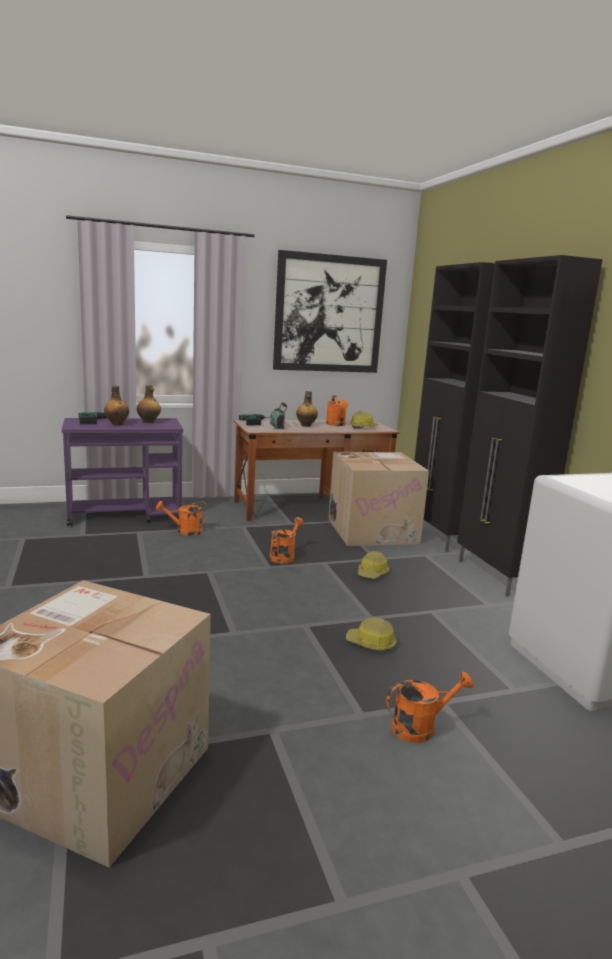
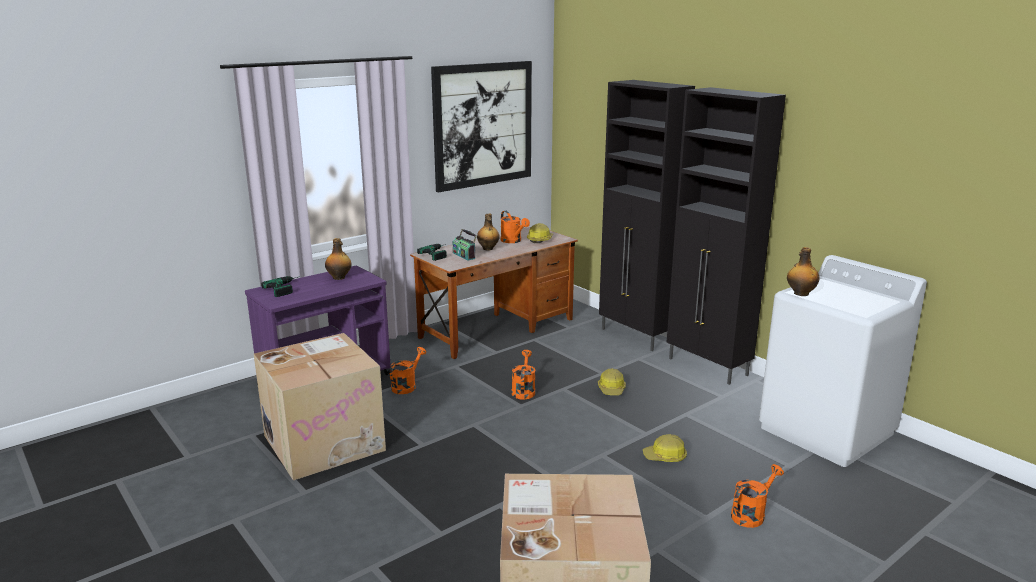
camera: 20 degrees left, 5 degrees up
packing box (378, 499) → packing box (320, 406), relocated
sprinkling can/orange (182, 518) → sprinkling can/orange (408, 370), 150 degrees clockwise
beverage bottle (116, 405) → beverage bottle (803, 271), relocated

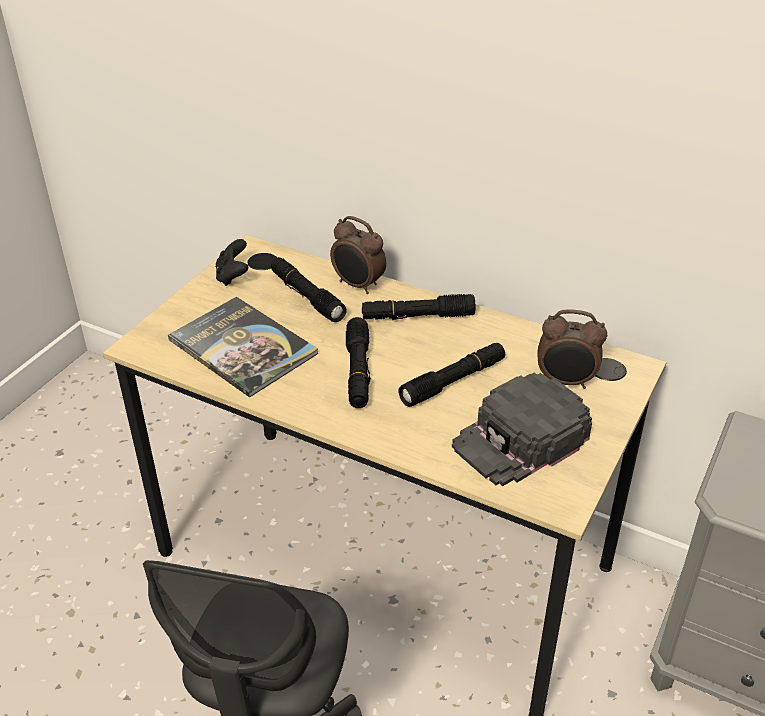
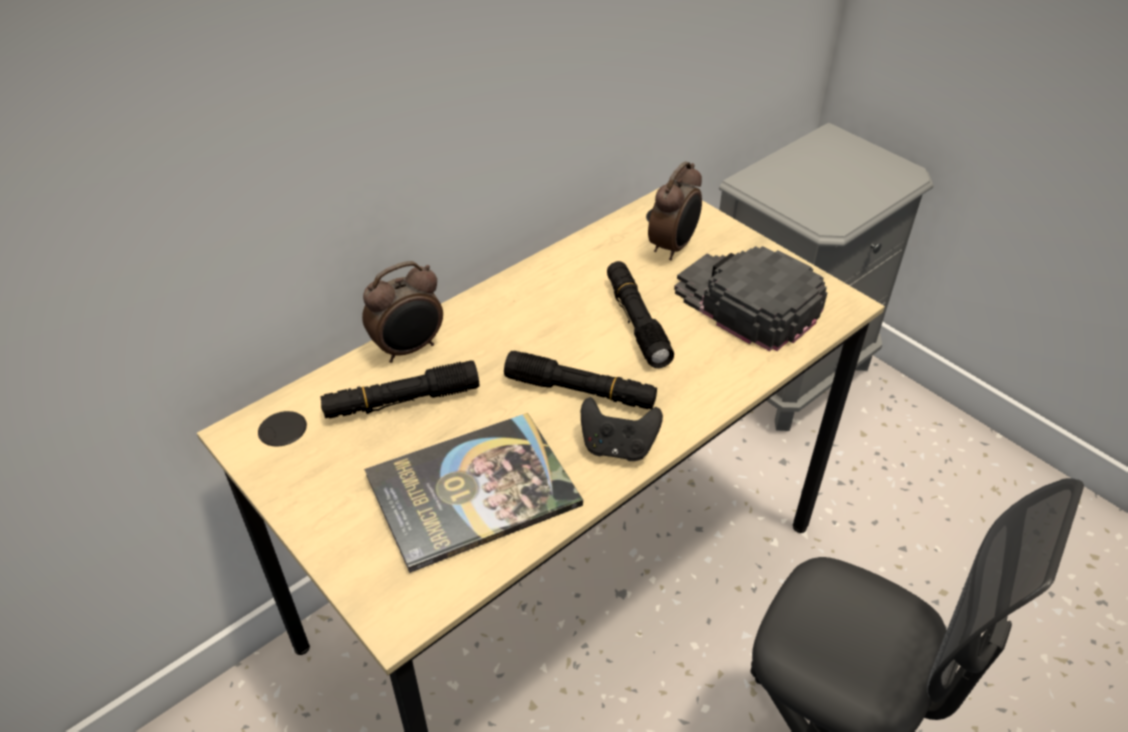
camera: 70 degrees left, 5 degrees up
joypad/black (232, 262) → joypad/black (622, 429), relocated
cap/black (522, 429) → cap/black (751, 298), 150 degrees clockwise
hand torch/black (419, 307) → -

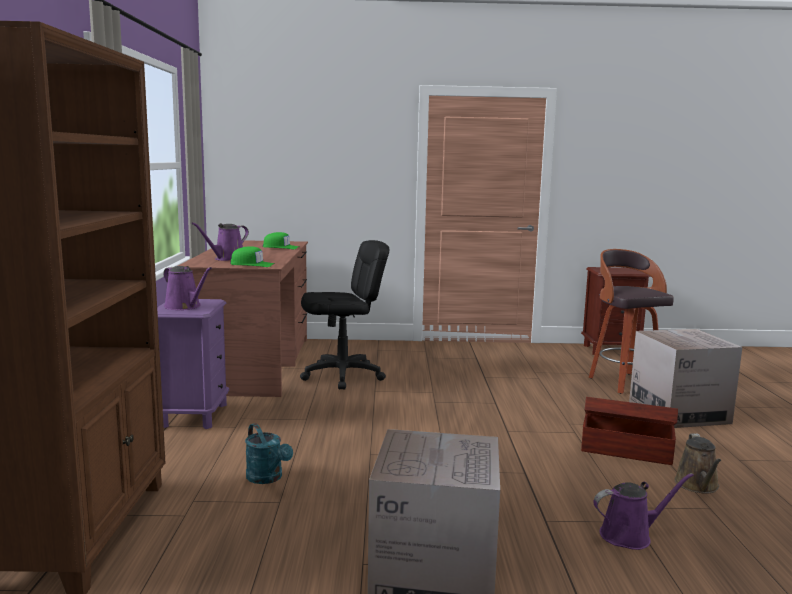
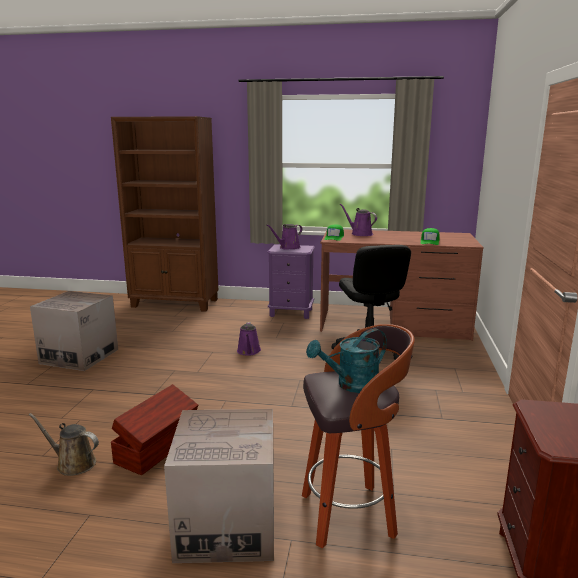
camera: 100 degrees right, 5 degrees up
sprinkling can/purple (643, 511) → sprinkling can/purple (249, 339), relocated
sprinkling can/turquoise-coloured (269, 453) → sprinkling can/turquoise-coloured (346, 361), relocated

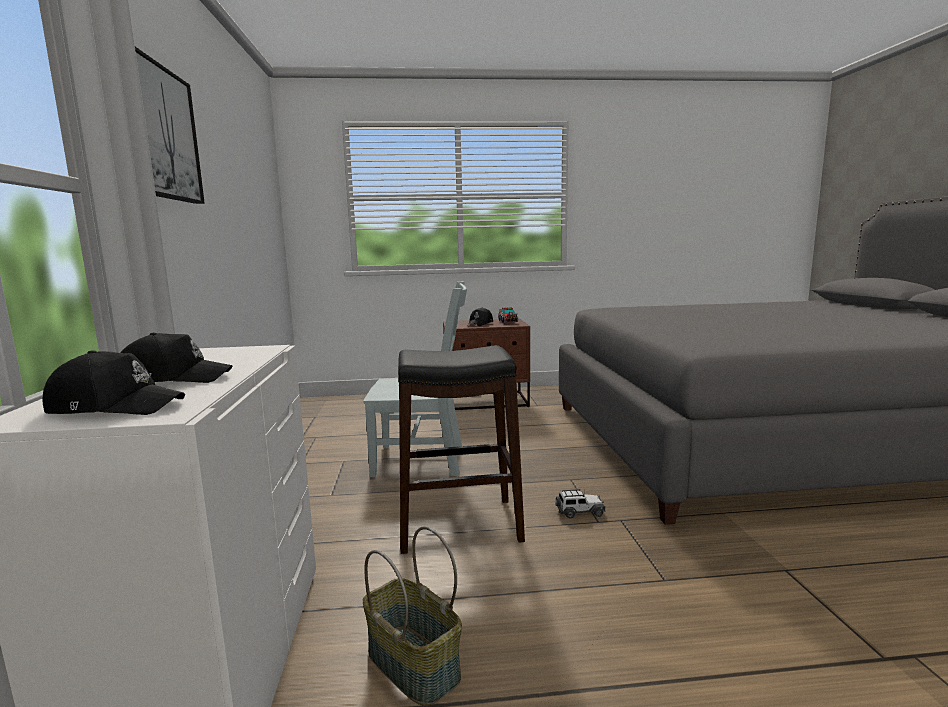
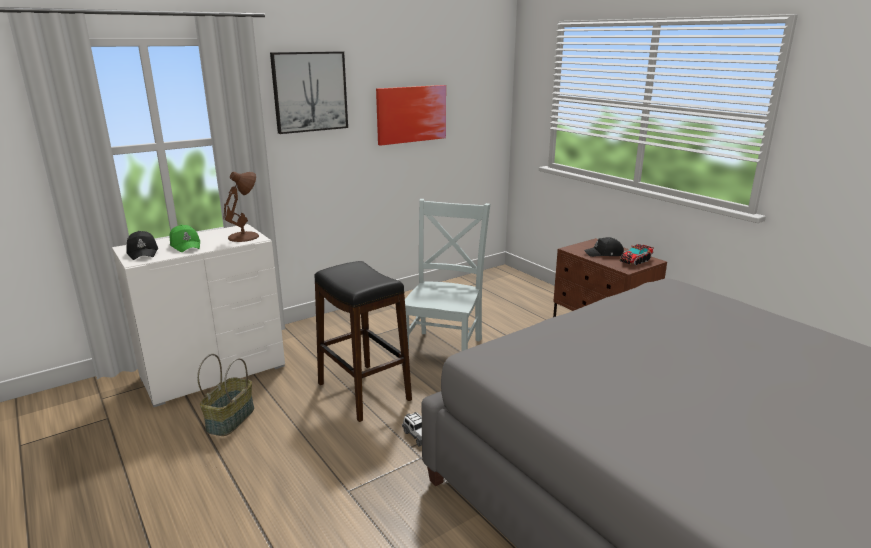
camera: 60 degrees right, 10 degrees up
cap/black (176, 358) → cap/greenish (185, 238)
- → tabletop lamp/brown (241, 207)
- → wall picture (411, 115)
upright chair/greyish (415, 379) → upright chair/greyish (447, 275), 135 degrees counterclockwise

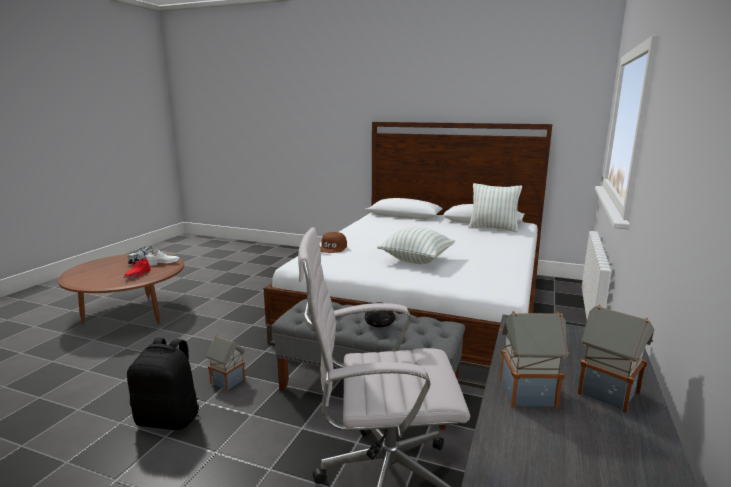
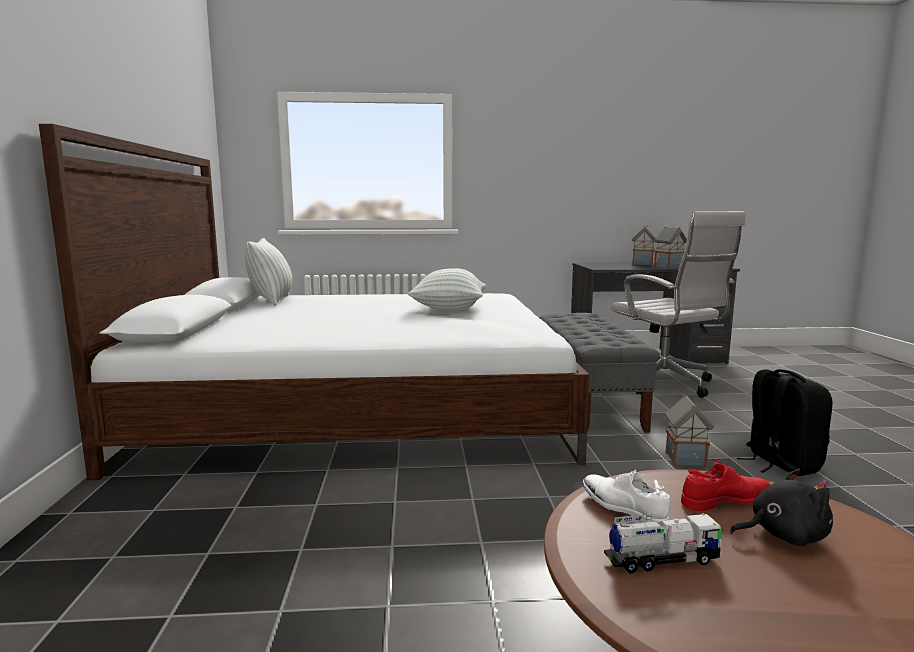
camera: 115 degrees left, 5 degrees down
cuddly toy/black (380, 314) → cuddly toy/black (781, 507), relocated
cap/brown (333, 242) → -

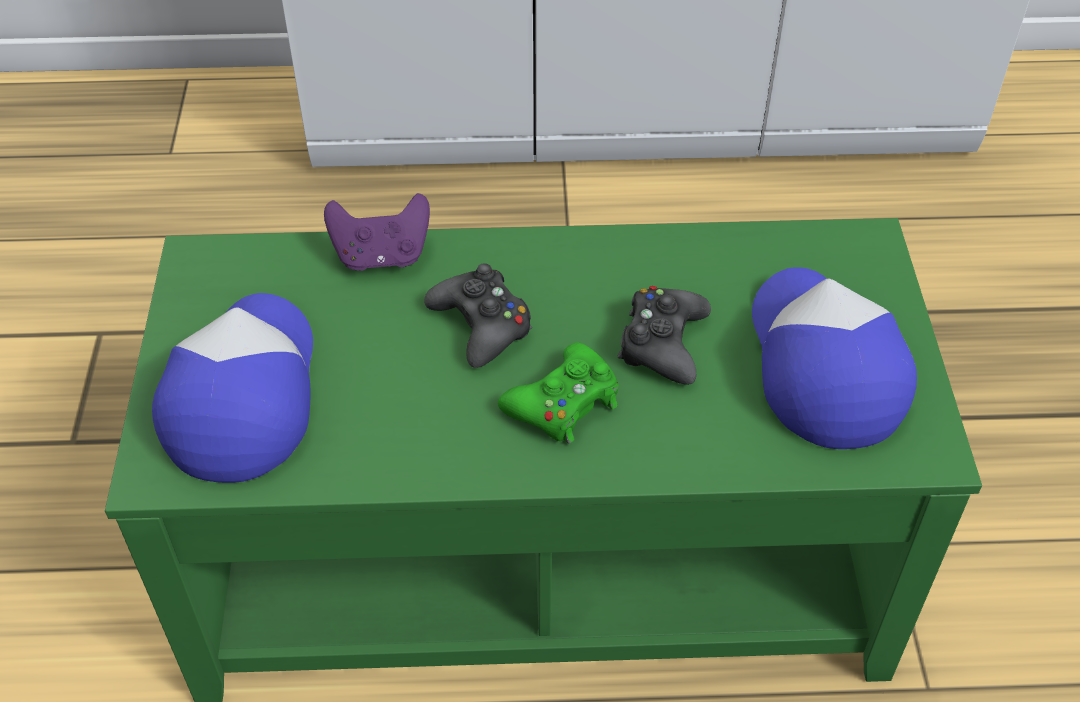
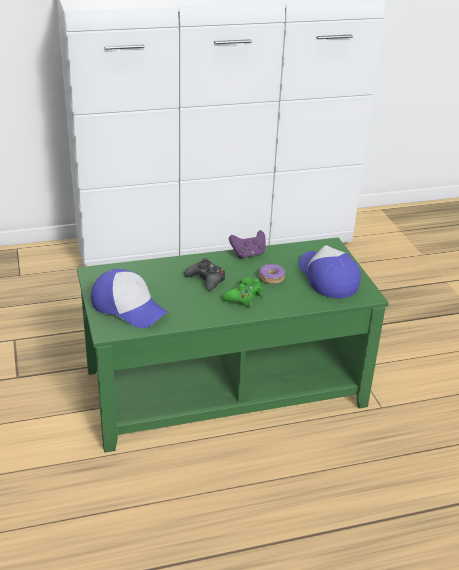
camera: 15 degrees left, 15 degrees down
cap (232, 388) → cap (130, 298), 135 degrees clockwise
joypad/purple (377, 232) → joypad/purple (247, 244), relocated
joypad/black (664, 335) → donut (272, 273)

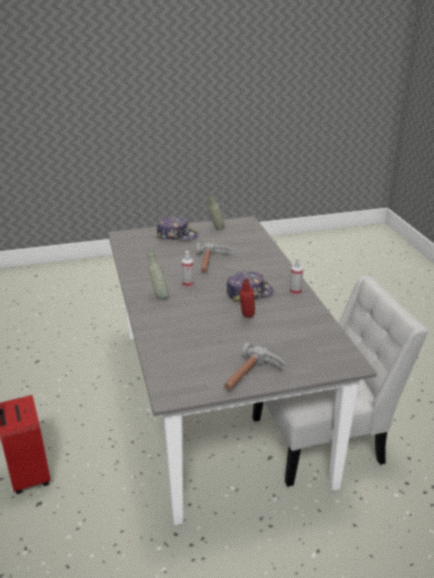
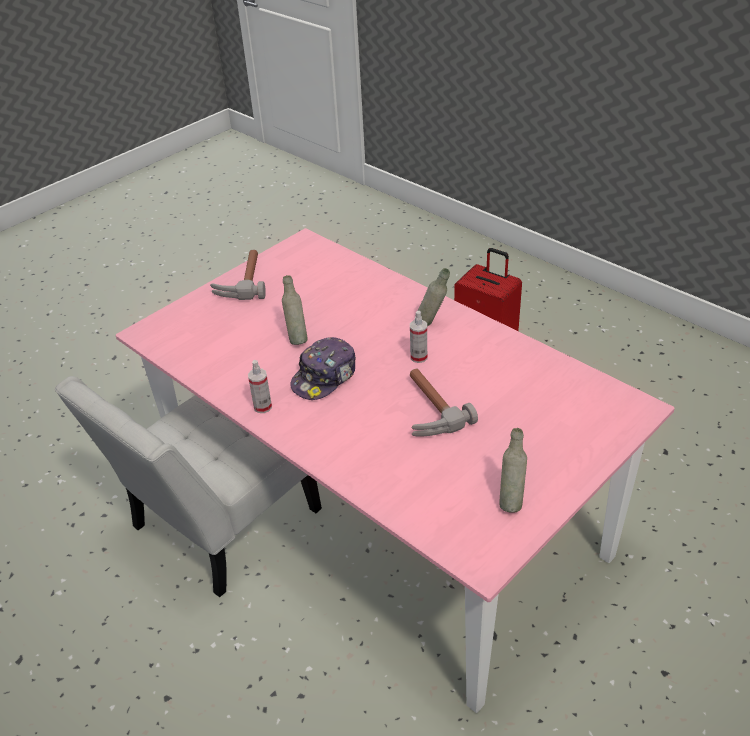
camera: 150 degrees right, 10 degrees up
dinner table/greyish (242, 370) → dinner table/pinkish (395, 470)
beverage bottle/red (247, 298) → beverage bottle/greyish (295, 310)
cap (177, 228) → -

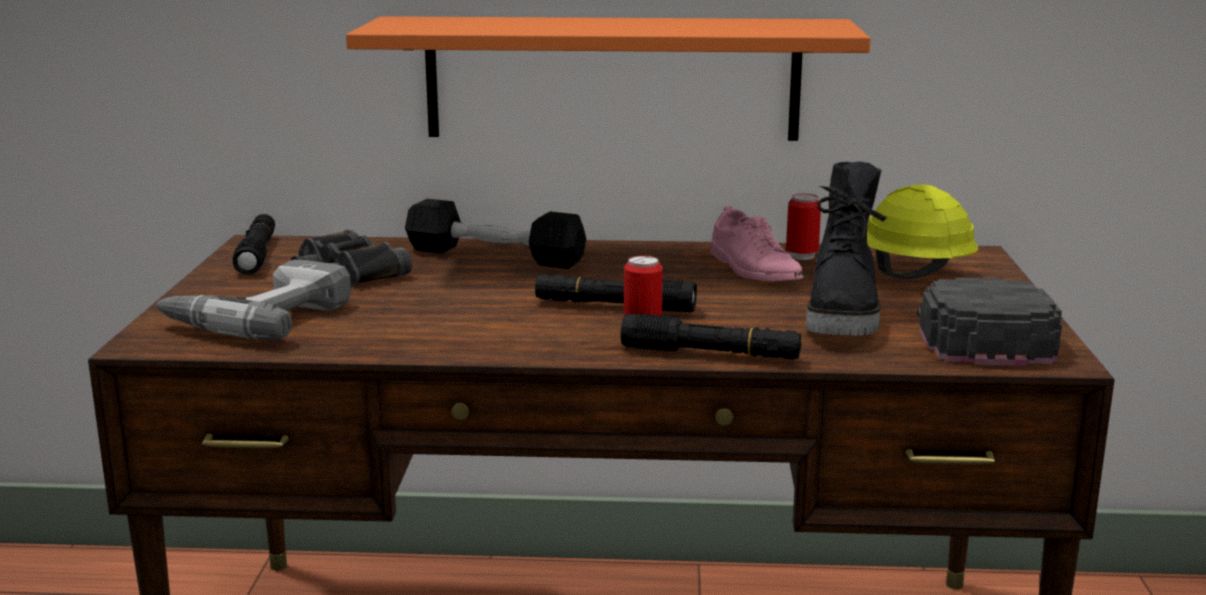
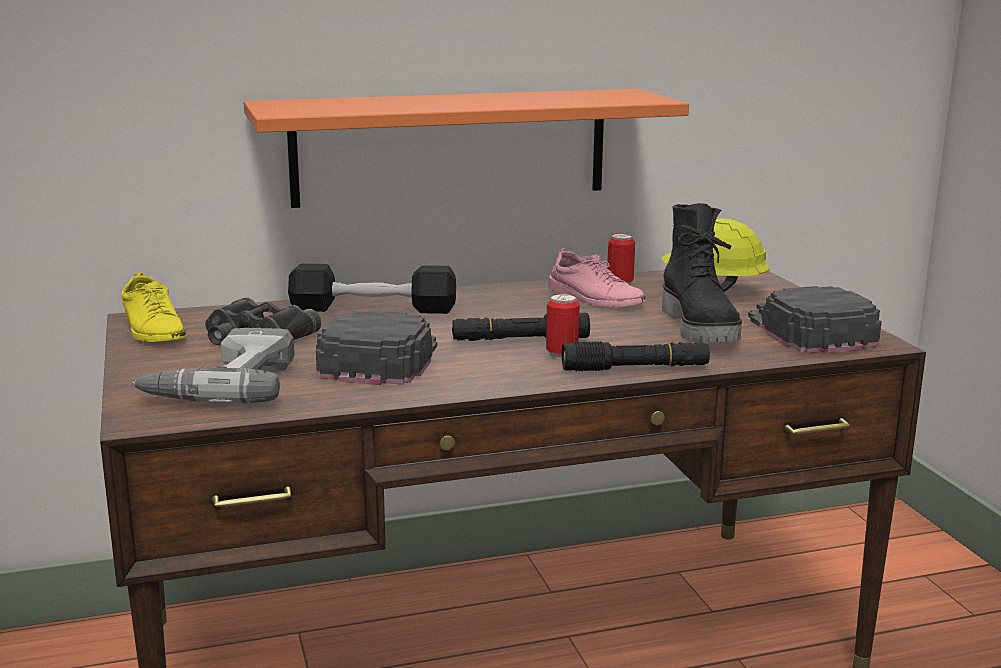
camera: 20 degrees left, 0 degrees up
hand torch/black (254, 244) → shoe/yellow (153, 307)
- → cap/black (376, 347)

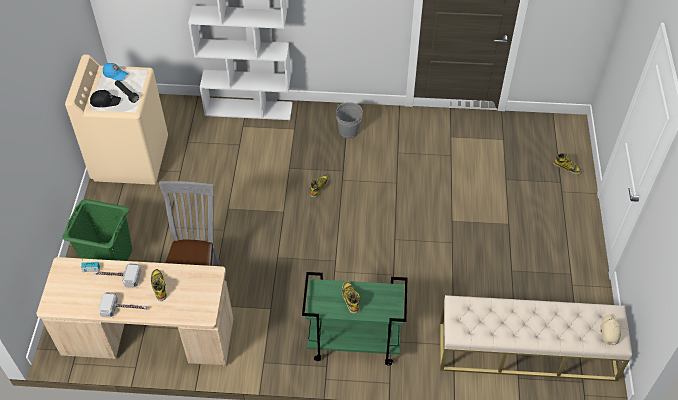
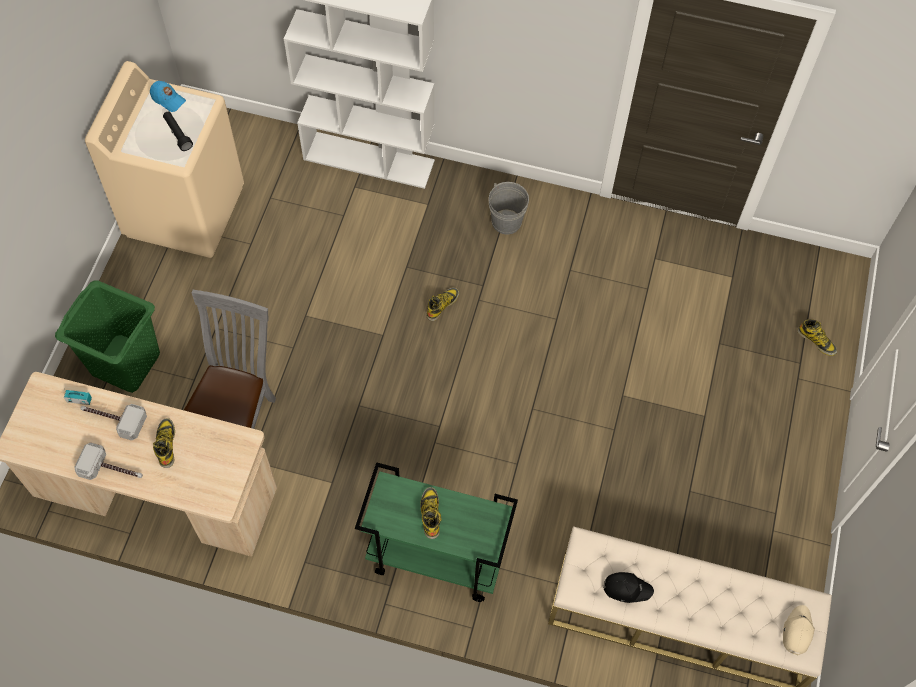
camera: 10 degrees right, 10 degrees up
cap/black (105, 98) → cap/black (628, 587), relocated

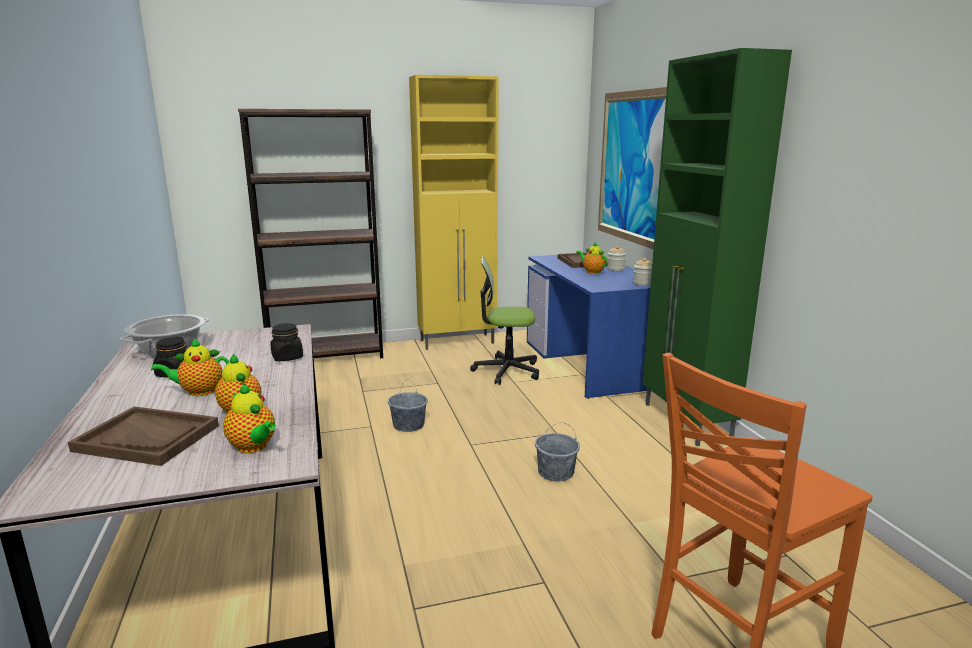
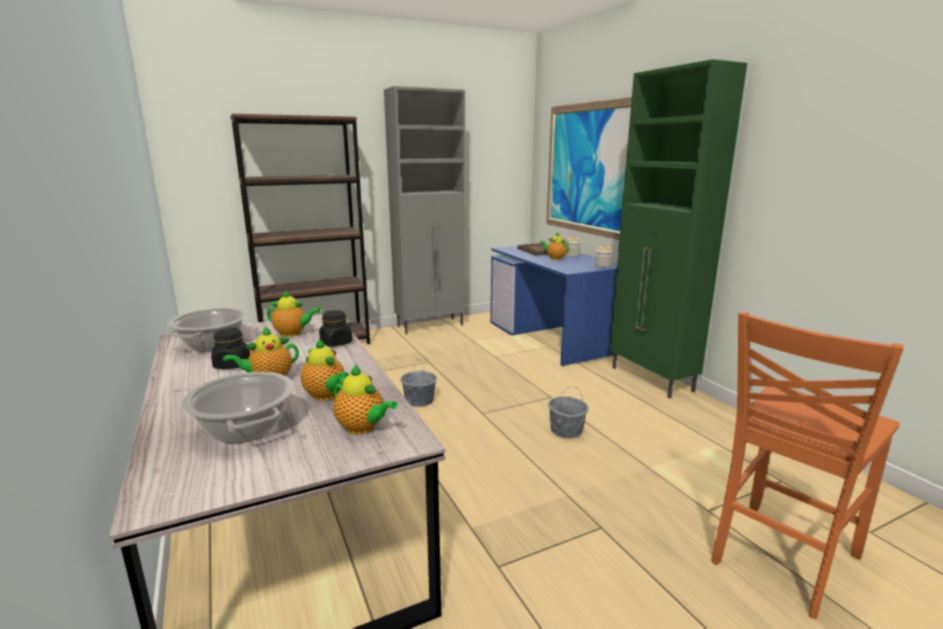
camera: 10 degrees left, 0 degrees up
serving tray/brown (143, 436) → stockpot (237, 407)
- → teapot (294, 313)
storage cabinet/yellow (454, 212) → storage cabinet/greyish (425, 210)
computer chair (504, 321) → -

